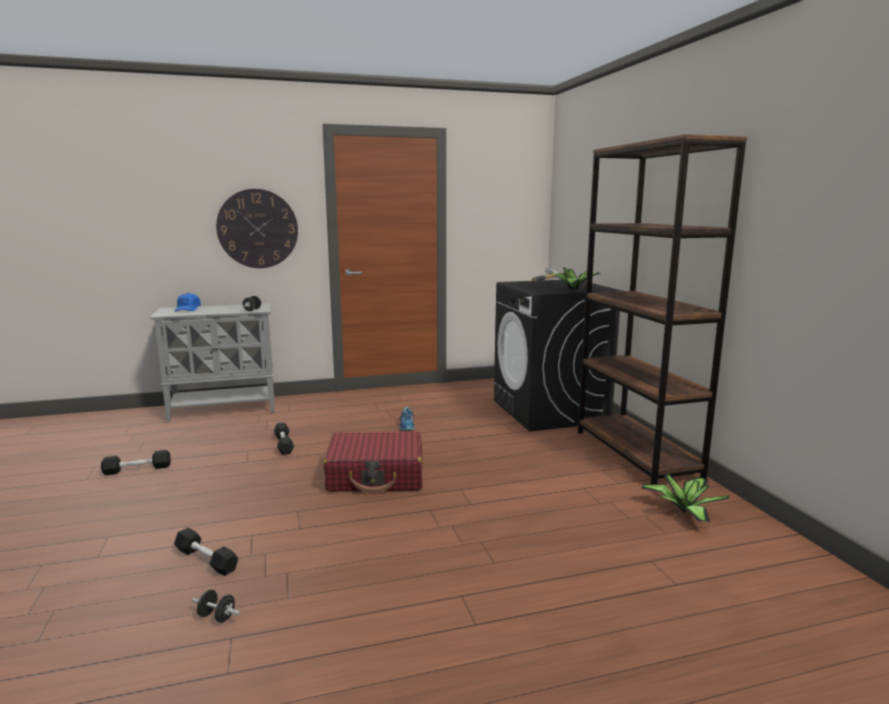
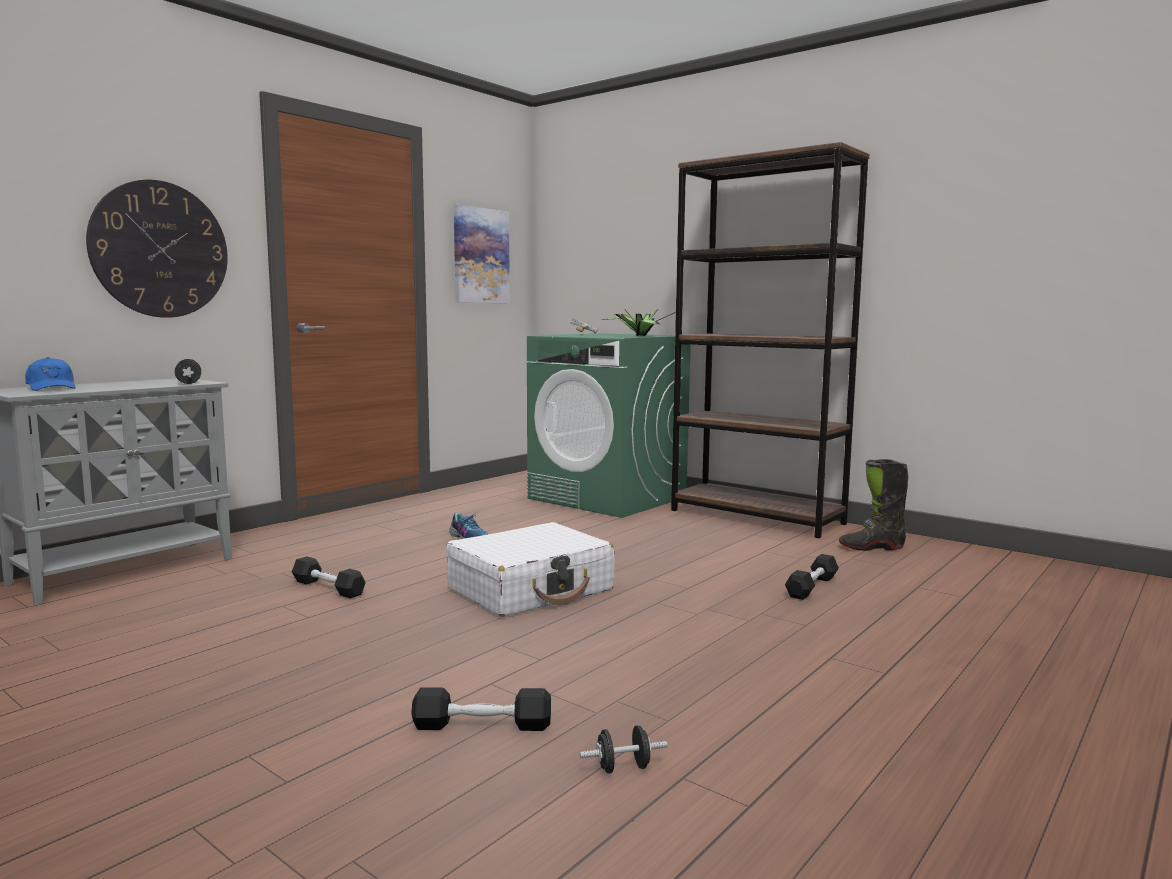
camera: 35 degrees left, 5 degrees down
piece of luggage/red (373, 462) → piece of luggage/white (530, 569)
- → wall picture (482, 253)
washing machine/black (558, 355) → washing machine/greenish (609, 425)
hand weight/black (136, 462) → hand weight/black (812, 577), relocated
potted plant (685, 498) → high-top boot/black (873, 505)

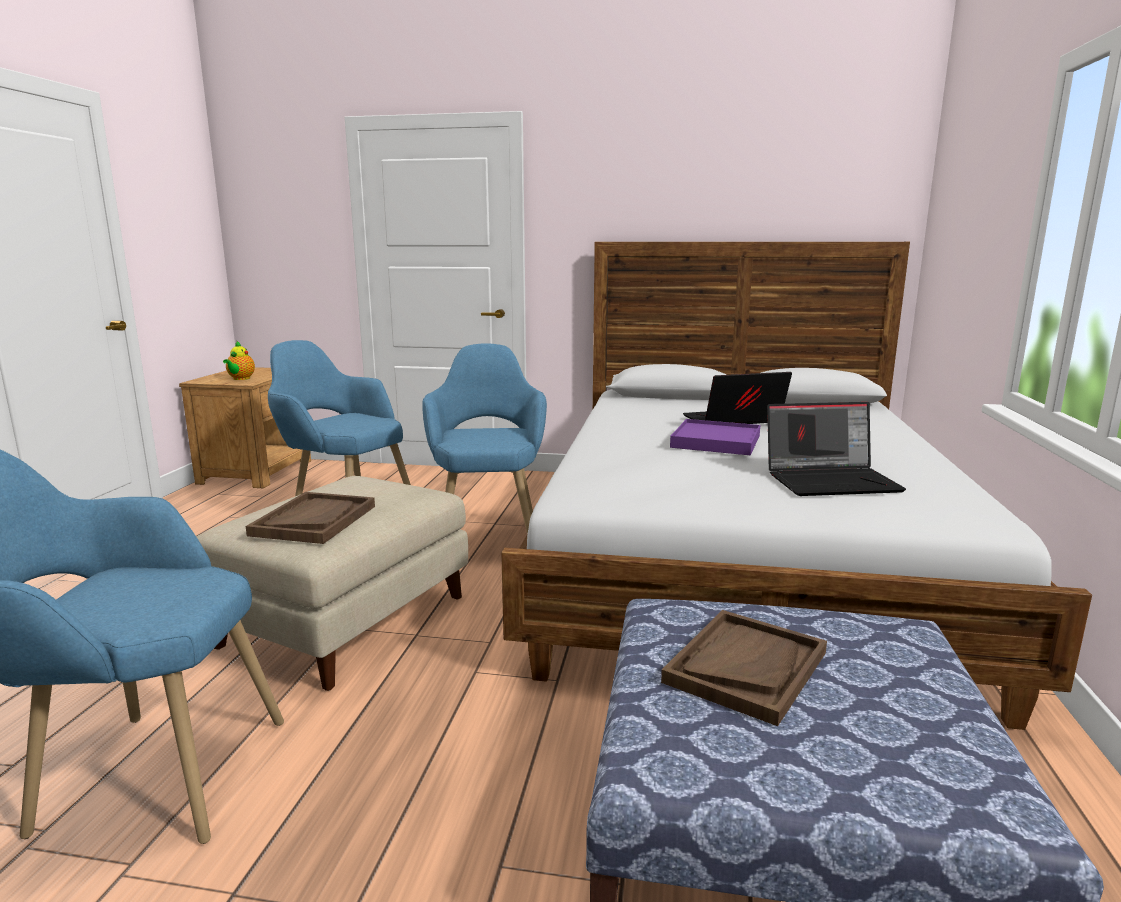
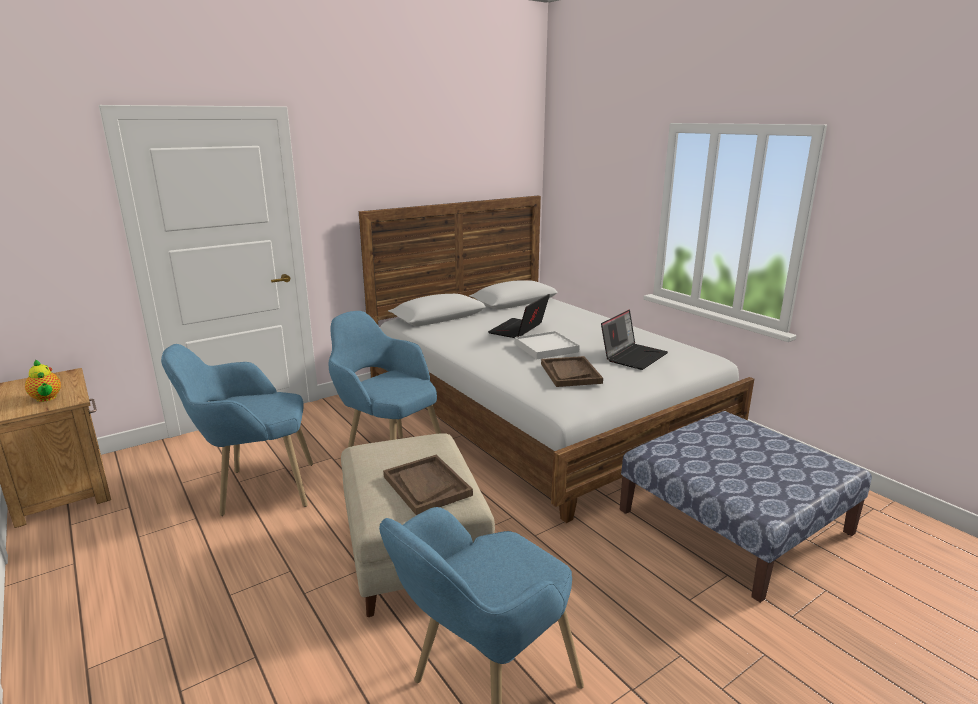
camera: 45 degrees left, 5 degrees up
serving tray/purple (715, 437) → serving tray/white (547, 345)
serving tray/brown (744, 668) → serving tray/brown (572, 371), relocated

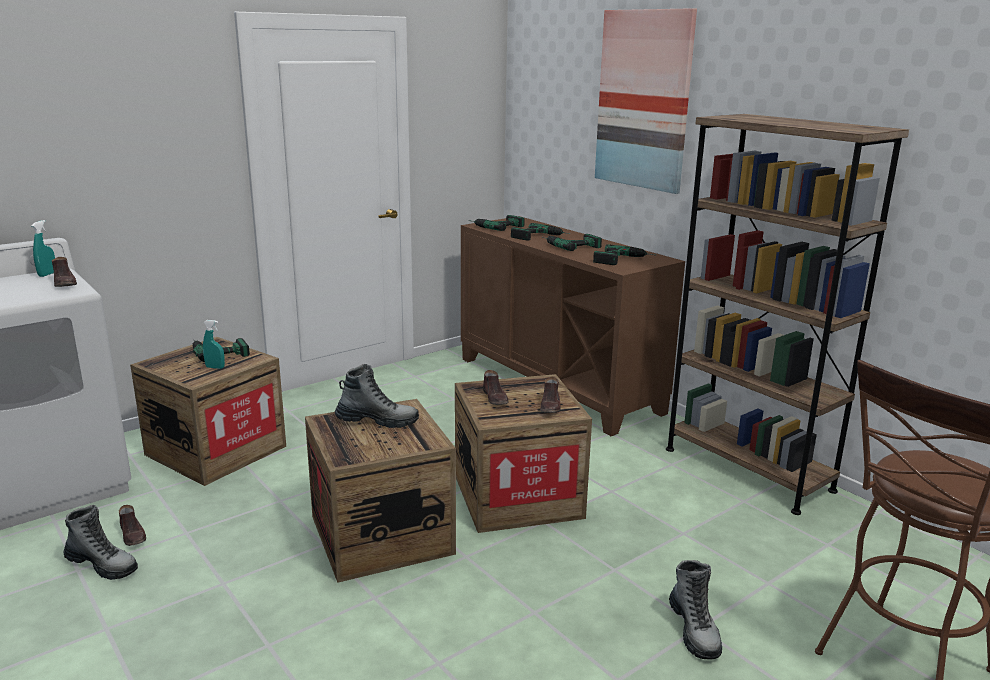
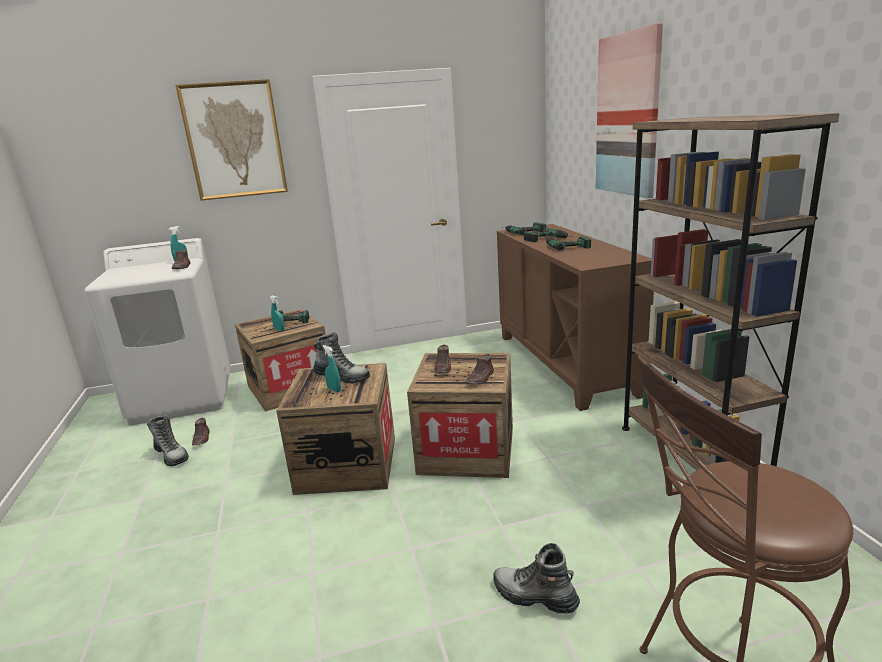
camera: 25 degrees right, 0 degrees up
- → wall picture (231, 140)
- → sprayer/turquoise-coloured (332, 368)
high-top boot (695, 610) → high-top boot (536, 578), 105 degrees clockwise
electric drill (623, 254) → -

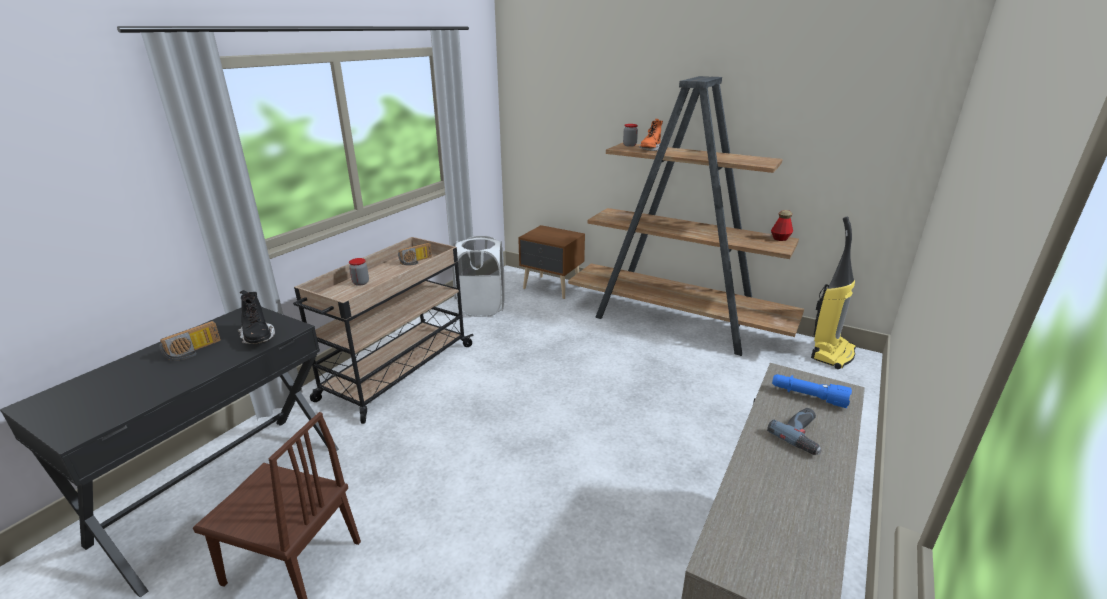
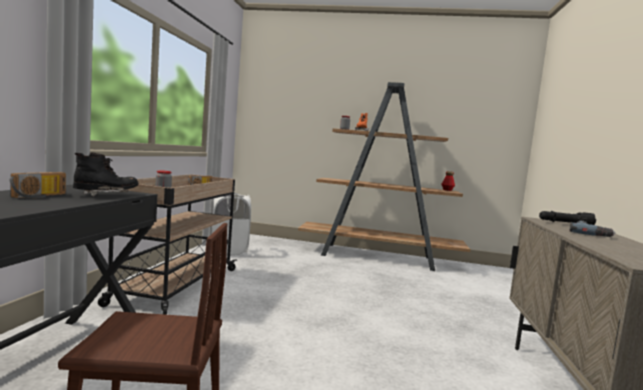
camera: 20 degrees left, 20 degrees down
high-top boot/black (256, 317) → high-top boot/black (105, 174), 90 degrees counterclockwise
hand torch/blue (812, 391) → hand torch/black (567, 218)
nightstand/brown (551, 262) → -
hoover (833, 293) → -

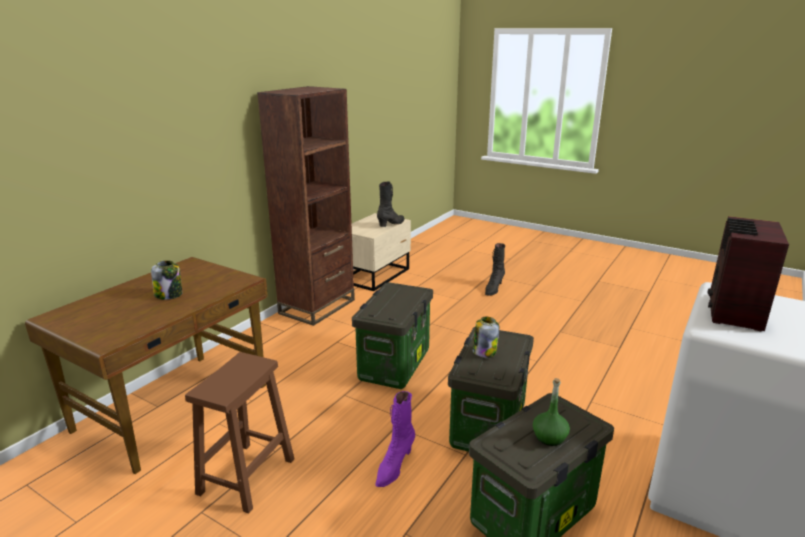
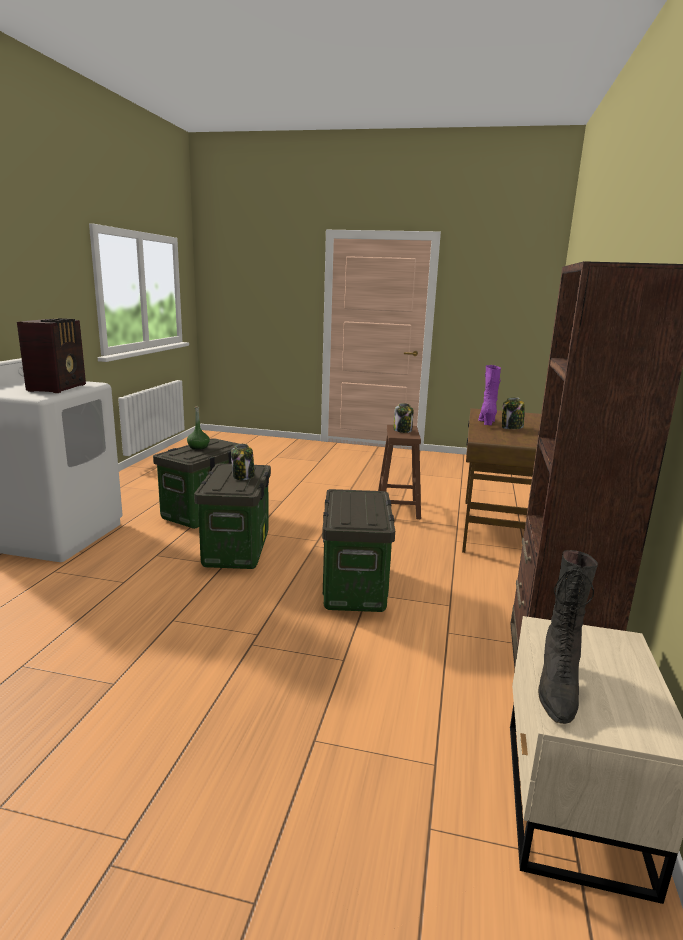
camera: 160 degrees right, 5 degrees down
- → storage jar (403, 418)
high-top boot/purple (395, 439) → high-top boot/purple (489, 395), relocated
high-top boot/black (495, 269) → -

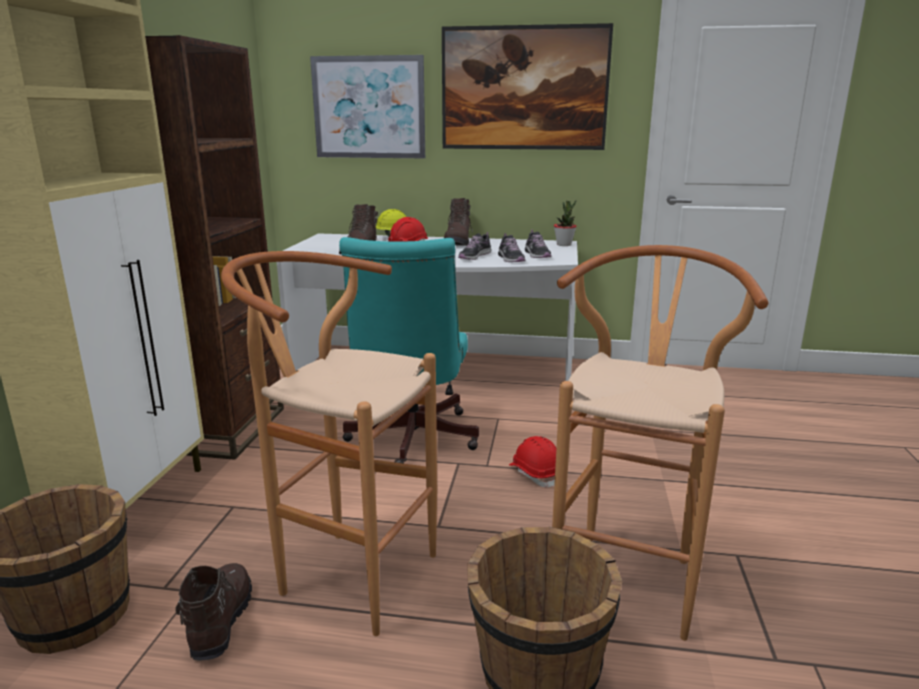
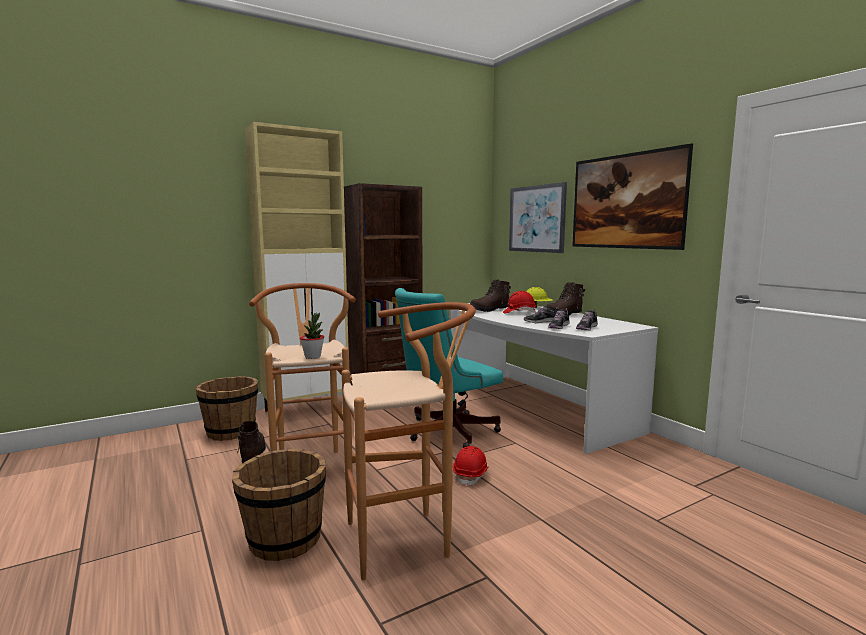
camera: 50 degrees right, 10 degrees down
high-top boot/brown (213, 612) → high-top boot/brown (251, 442), 60 degrees counterclockwise
potted plant (565, 223) → potted plant (312, 335), relocated

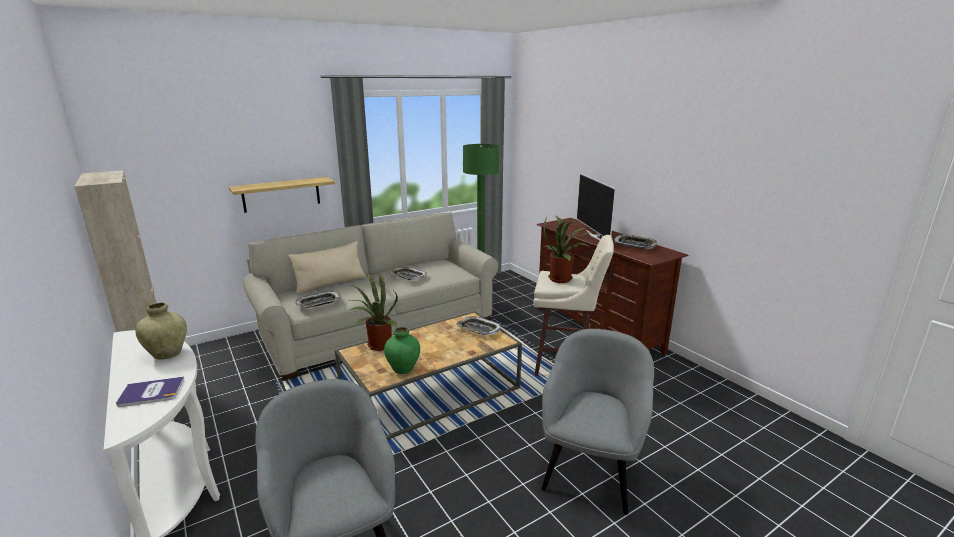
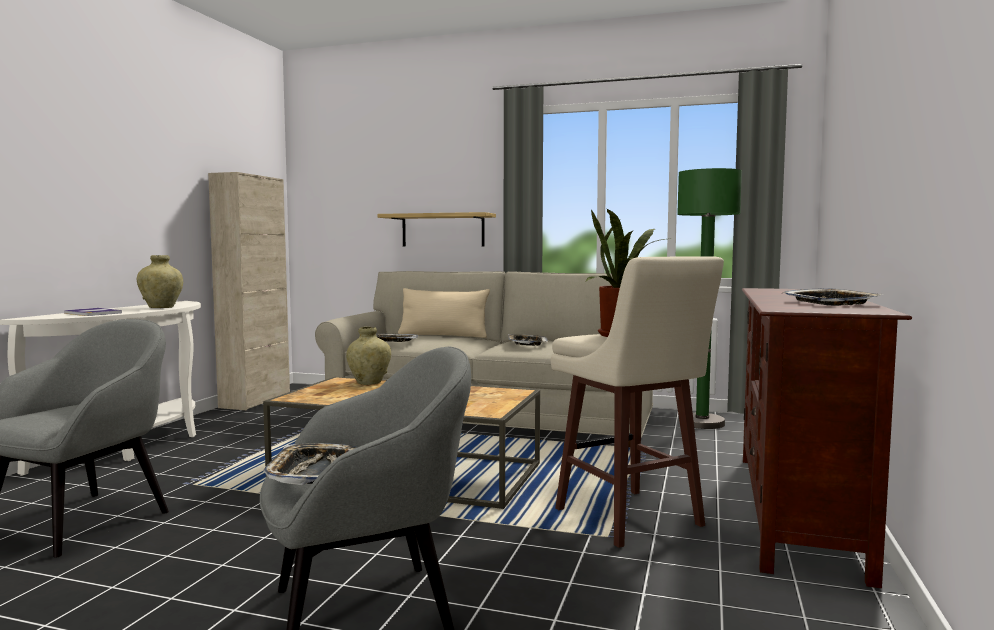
camera: 50 degrees right, 15 degrees down
serving tray (479, 325) → serving tray (310, 464), relocated
potted plant (373, 311) → vase/sand-coloured (368, 356)
vase/greenish (402, 350) → -
TV set (596, 206) → -

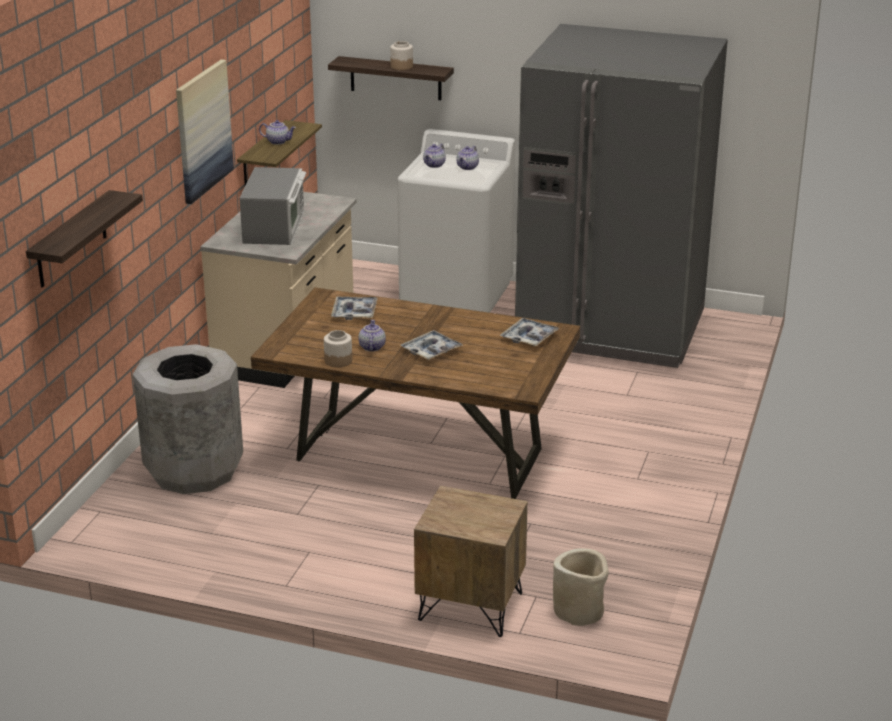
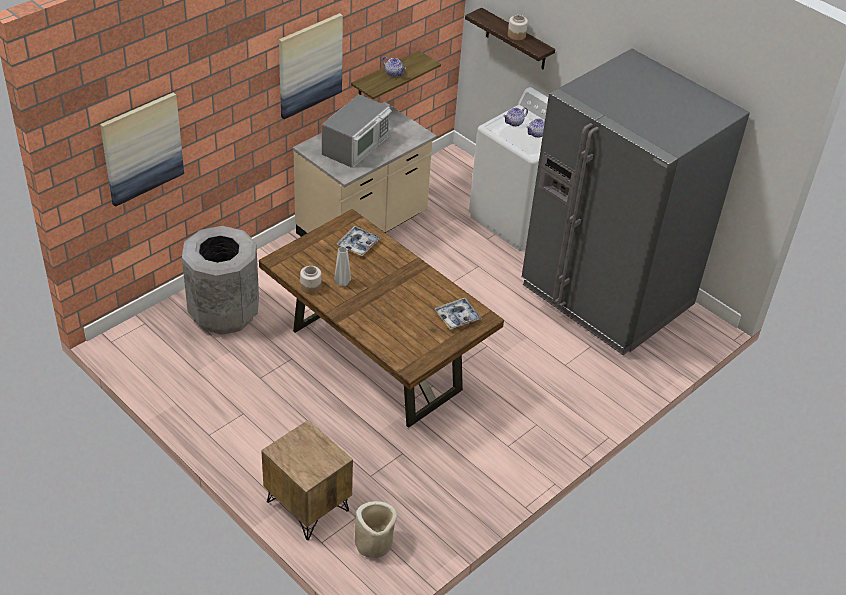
camera: 25 degrees right, 15 degrees up
wall shelf (84, 238) → wall picture (142, 150)
teapot (372, 335) → vase/greyish (342, 266)
serving tray (431, 345) → -

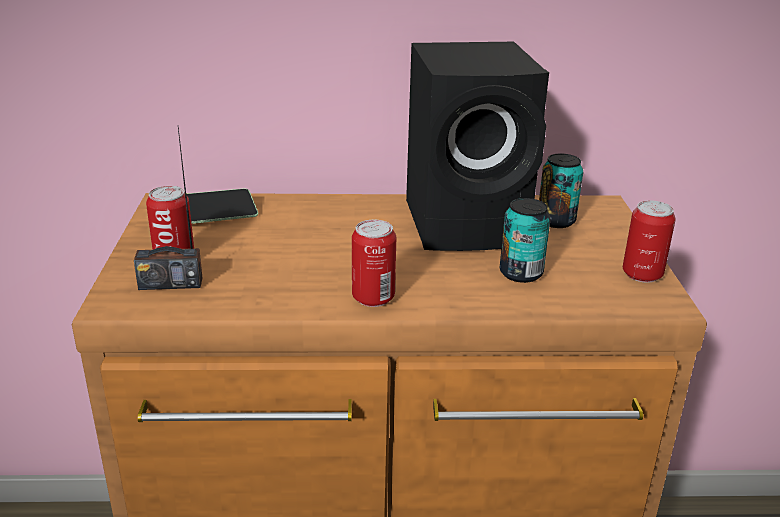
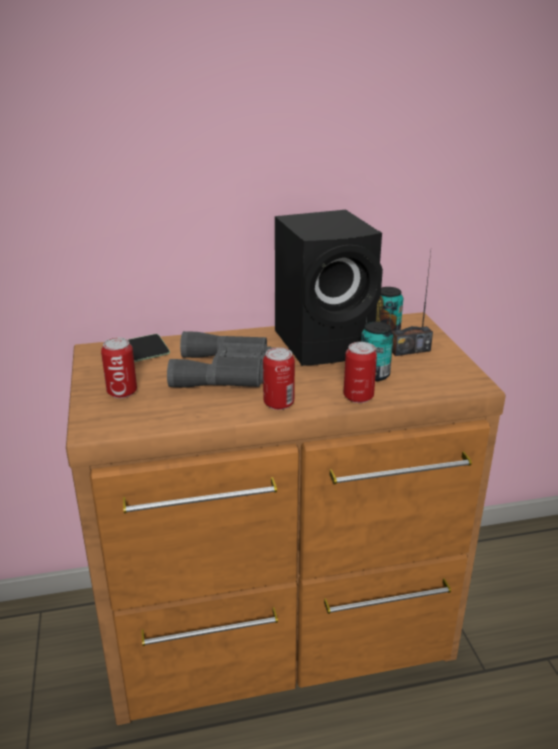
camera: 10 degrees left, 0 degrees up
- → binoculars/greyish (221, 359)
metal can (649, 241) → metal can (360, 372), relocated
radio receiver (168, 209) → radio receiver (412, 304), relocated

